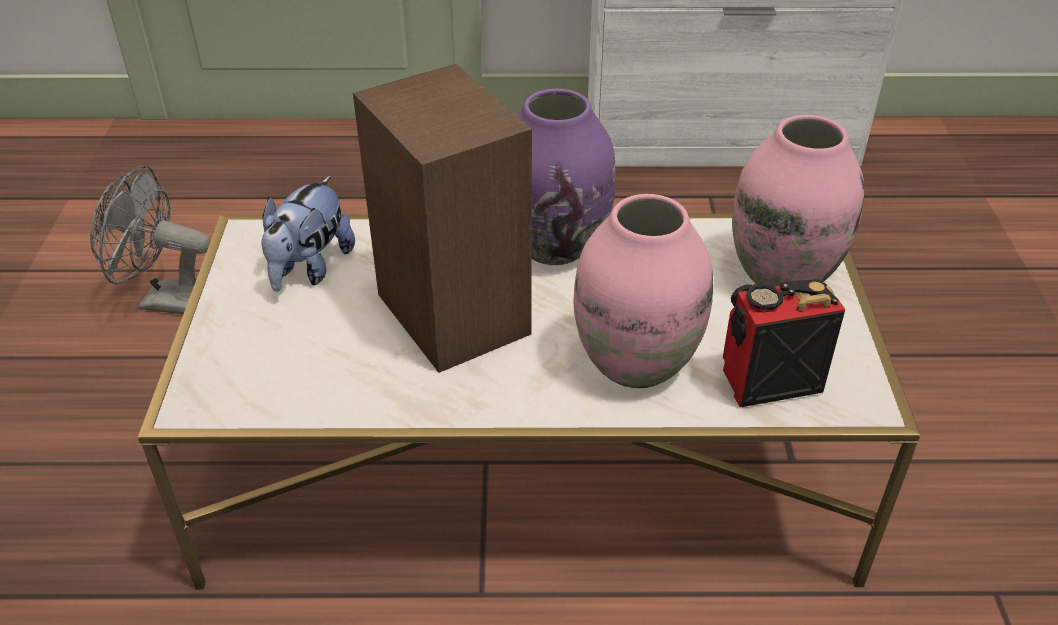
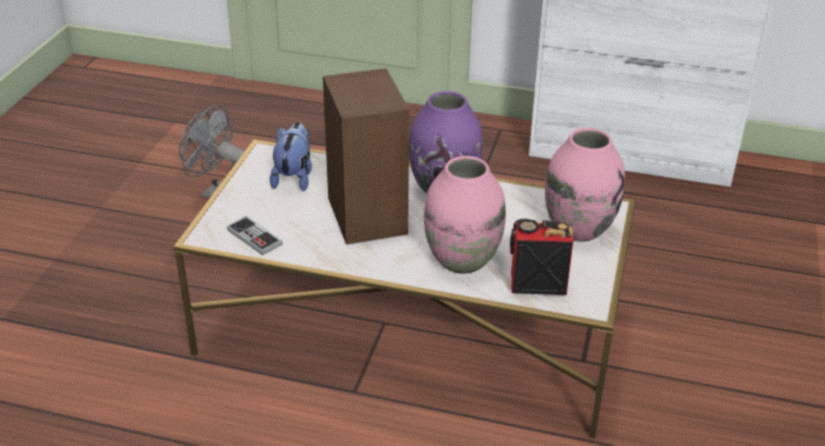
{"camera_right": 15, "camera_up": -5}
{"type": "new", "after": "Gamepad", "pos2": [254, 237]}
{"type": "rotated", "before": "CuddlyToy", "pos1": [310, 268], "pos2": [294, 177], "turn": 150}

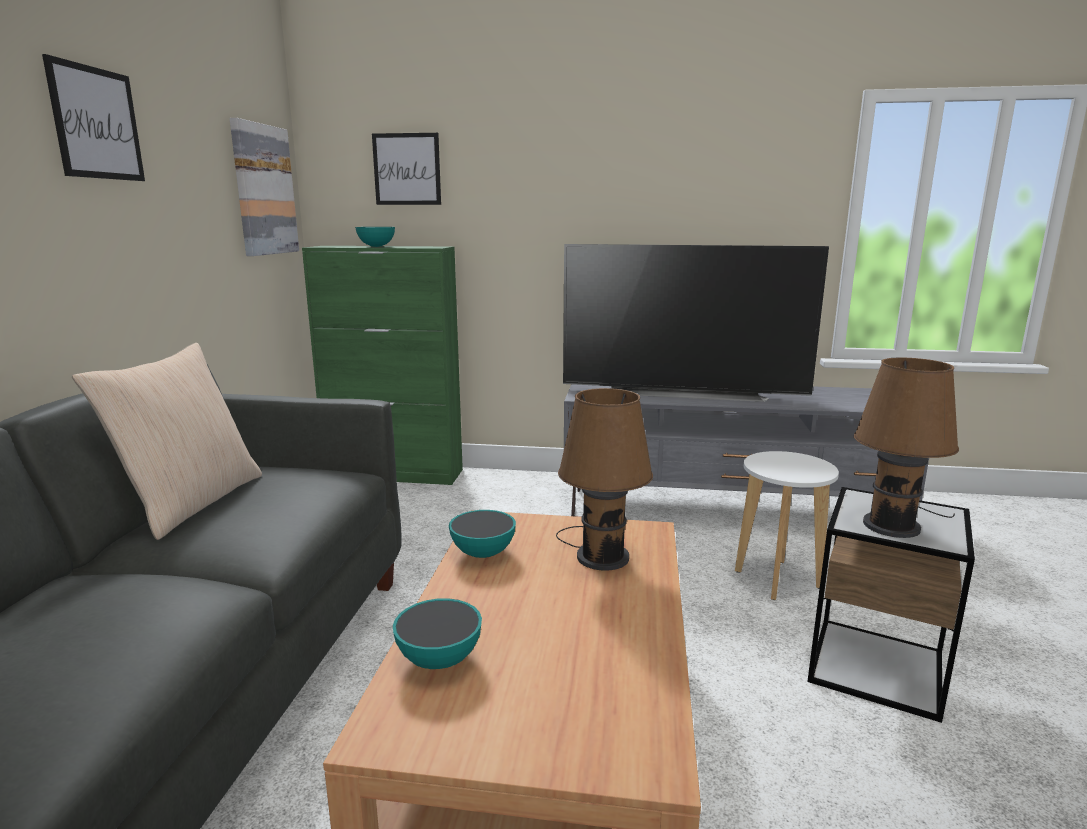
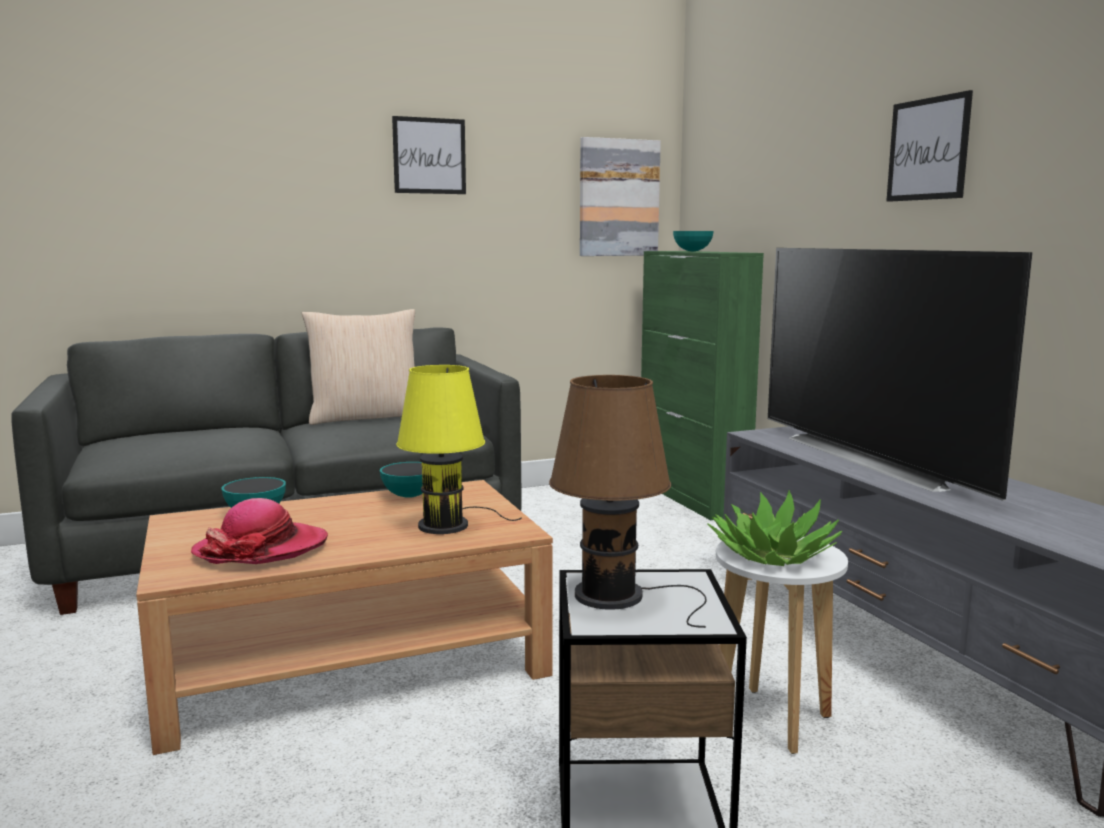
{"camera_right": 60, "camera_up": -5}
{"type": "new", "after": "WearableHat", "pos2": [261, 549]}
{"type": "new", "after": "Houseplant", "pos2": [772, 555]}
{"type": "shifted", "before": "WallArt", "pos1": [407, 169], "pos2": [928, 149]}
{"type": "repainted", "before": "BrownishLampForATable", "after": "YellowishLampForATable", "pos1": [600, 554], "pos2": [448, 524]}

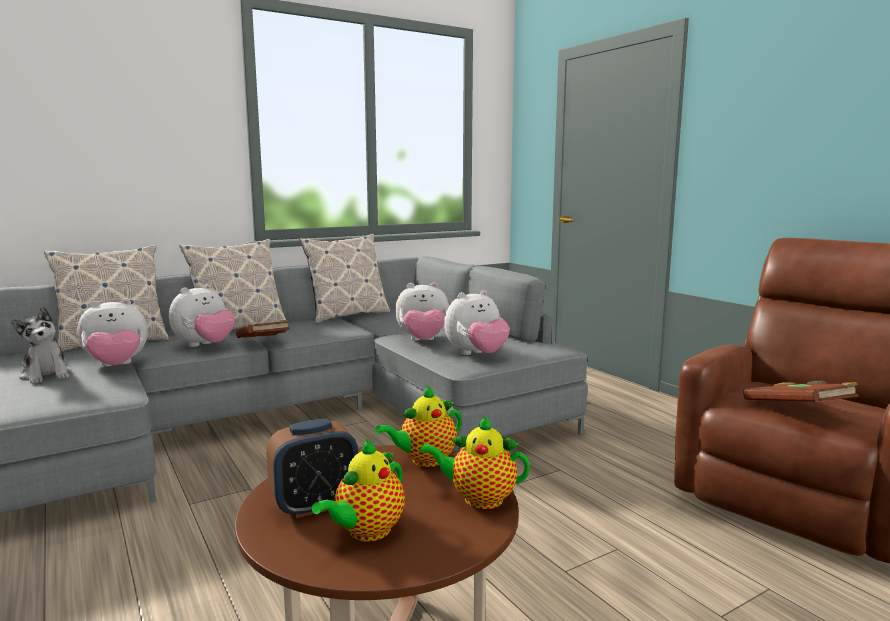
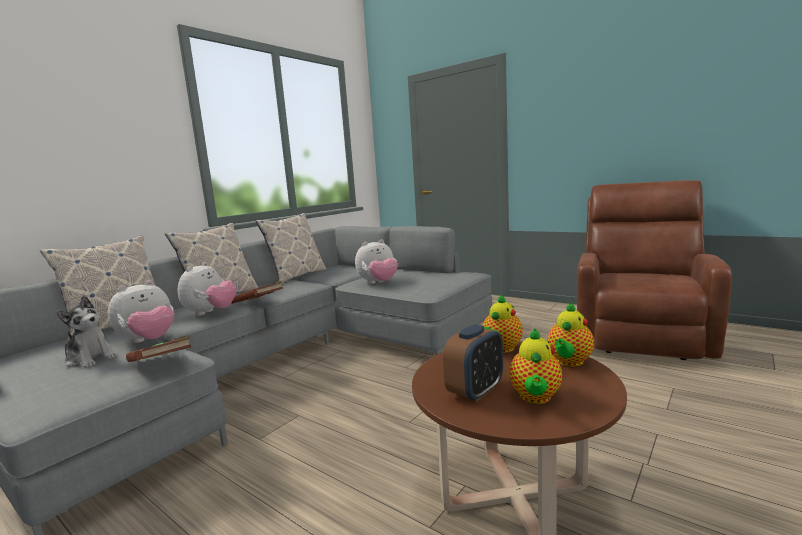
{"camera_right": -20, "camera_up": 0}
{"type": "gone", "before": "CuddlyToy", "pos1": [476, 355]}
{"type": "shifted", "before": "BrownishBook", "pos1": [797, 410], "pos2": [162, 364]}
{"type": "rotated", "before": "Teapot", "pos1": [478, 499], "pos2": [569, 362], "turn": -45}

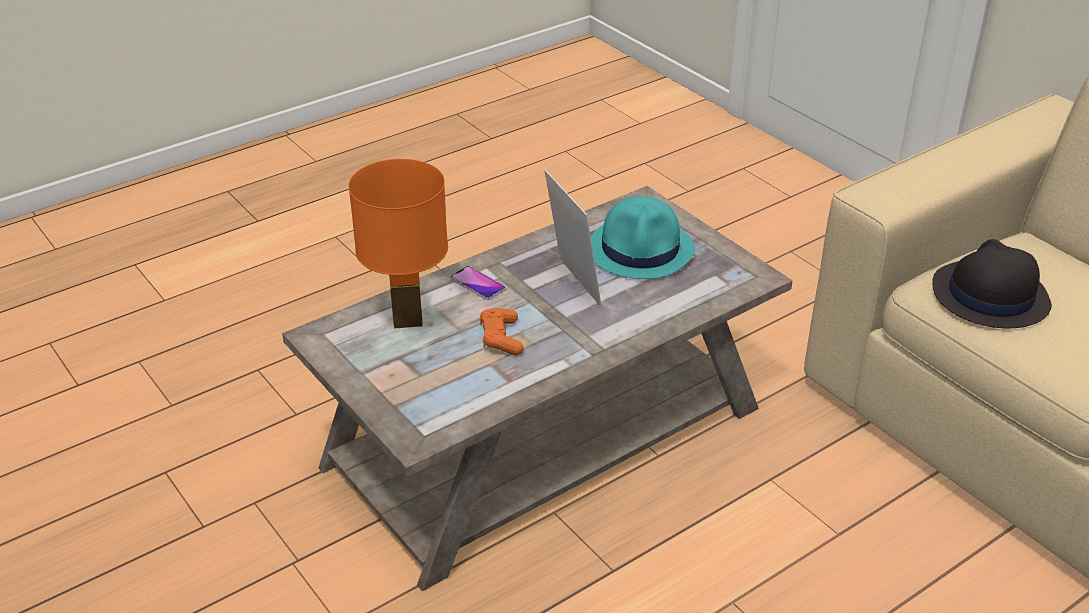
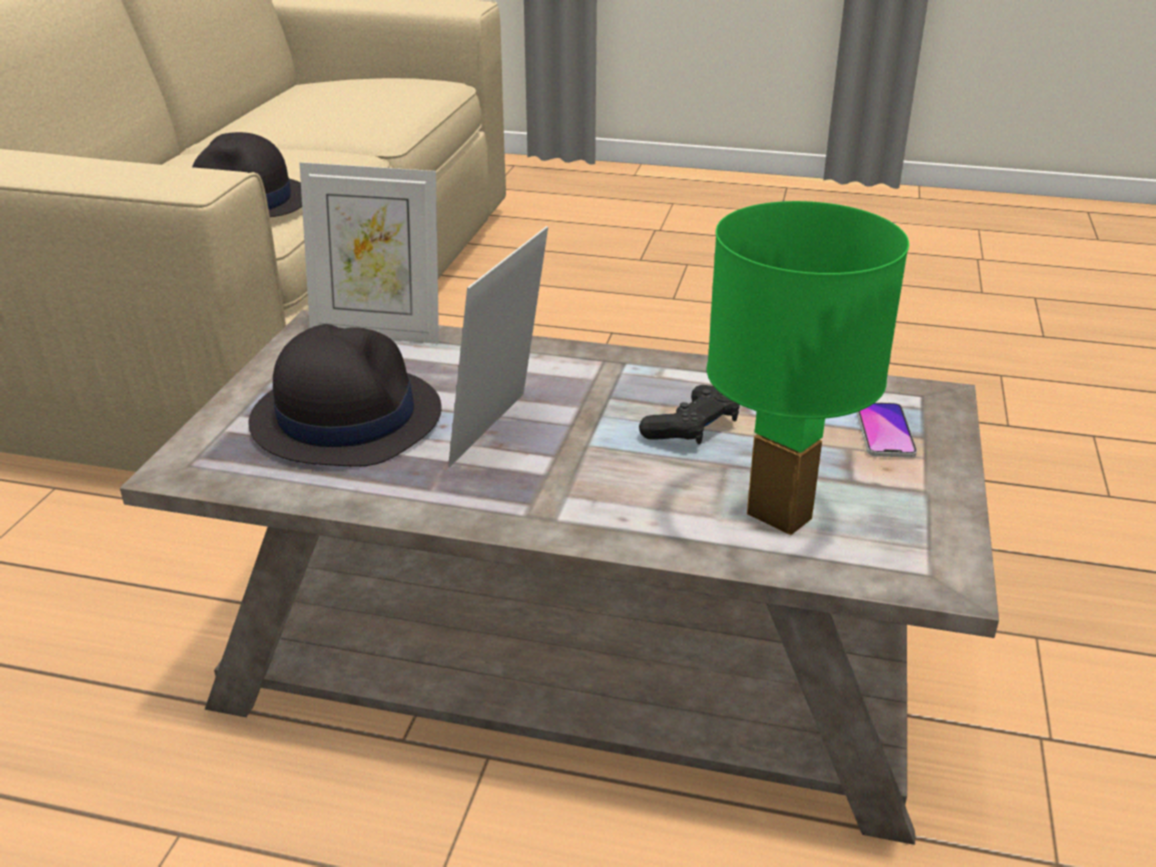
{"camera_right": -130, "camera_up": -5}
{"type": "new", "after": "PictureFrame", "pos2": [378, 331]}
{"type": "shifted", "before": "Telephone", "pos1": [477, 284], "pos2": [884, 431]}
{"type": "repainted", "before": "OrangeyLampForATable", "after": "GreenLampForATable", "pos1": [408, 320], "pos2": [777, 516]}
{"type": "repainted", "before": "OrangeyGamepad", "after": "BlackGamepad", "pos1": [501, 338], "pos2": [692, 428]}
{"type": "repainted", "before": "TurquoiseWearableHat", "after": "BlackWearableHat", "pos1": [641, 250], "pos2": [345, 417]}

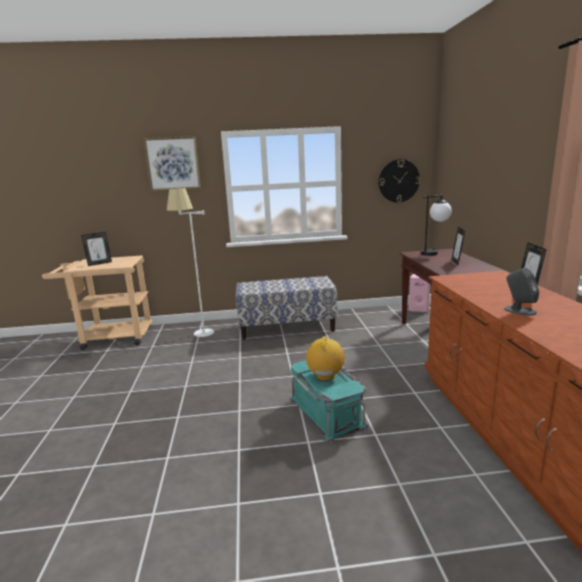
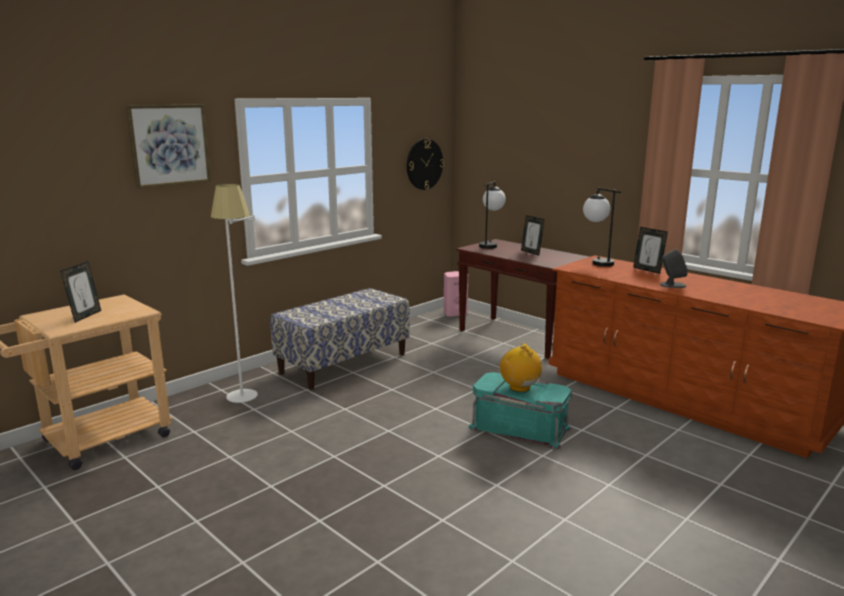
{"camera_right": -40, "camera_up": 0}
{"type": "new", "after": "LampForATable", "pos2": [596, 262]}

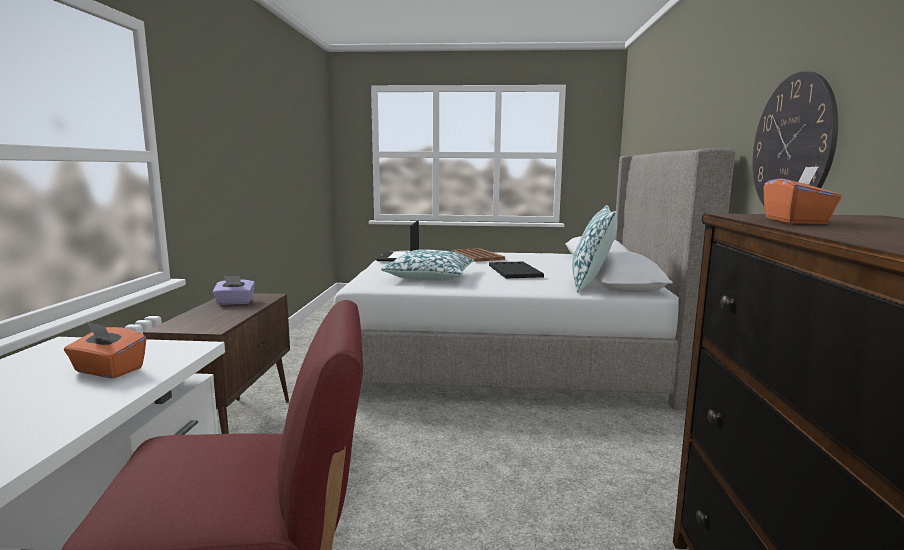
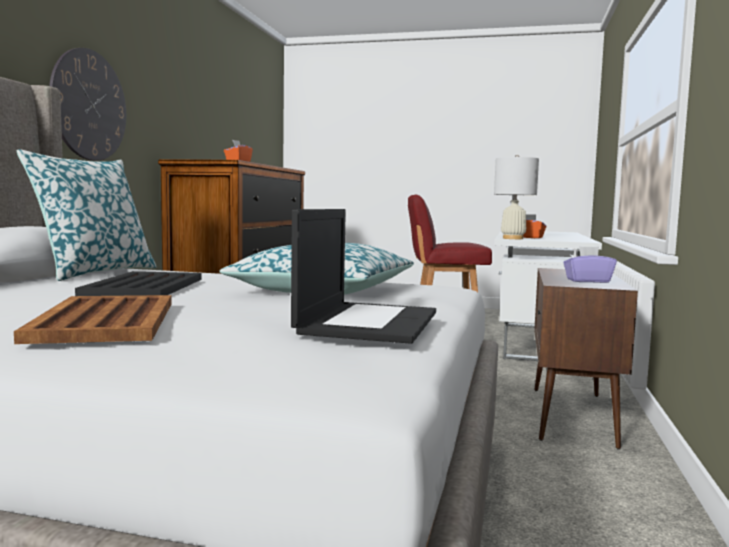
{"camera_right": -170, "camera_up": -5}
{"type": "new", "after": "WhiteColouredLampForATable", "pos2": [513, 238]}

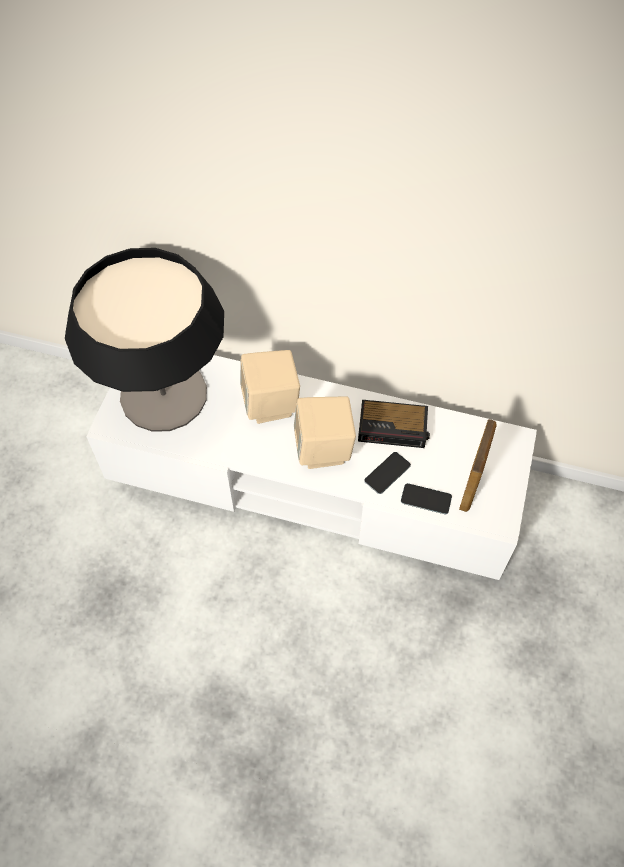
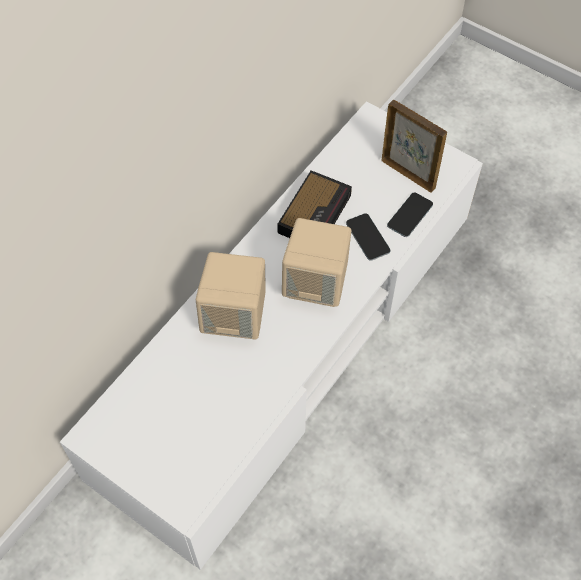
{"camera_right": -70, "camera_up": 0}
{"type": "gone", "before": "LampForATable", "pos1": [163, 394]}

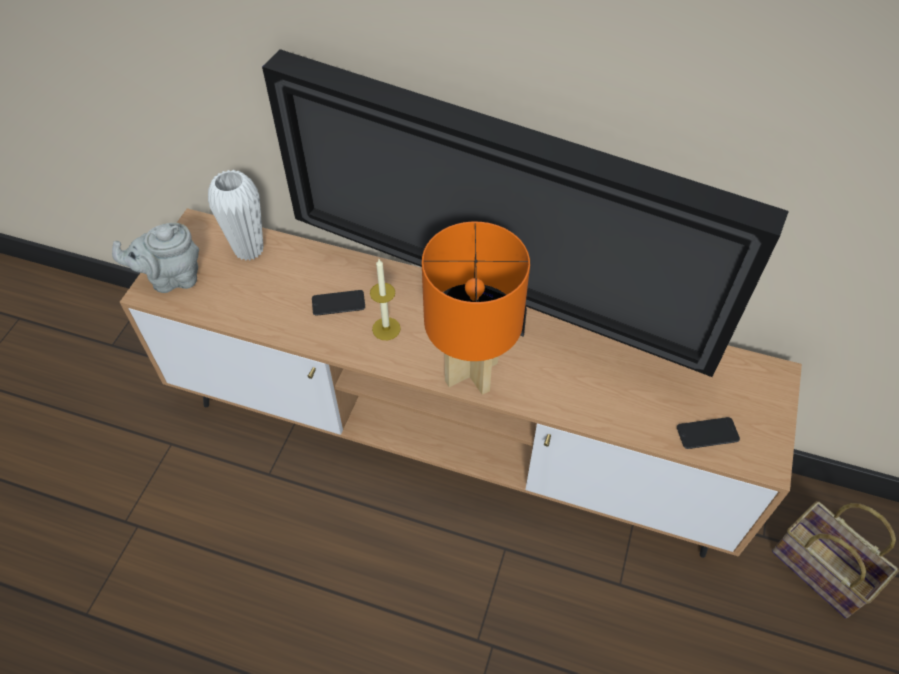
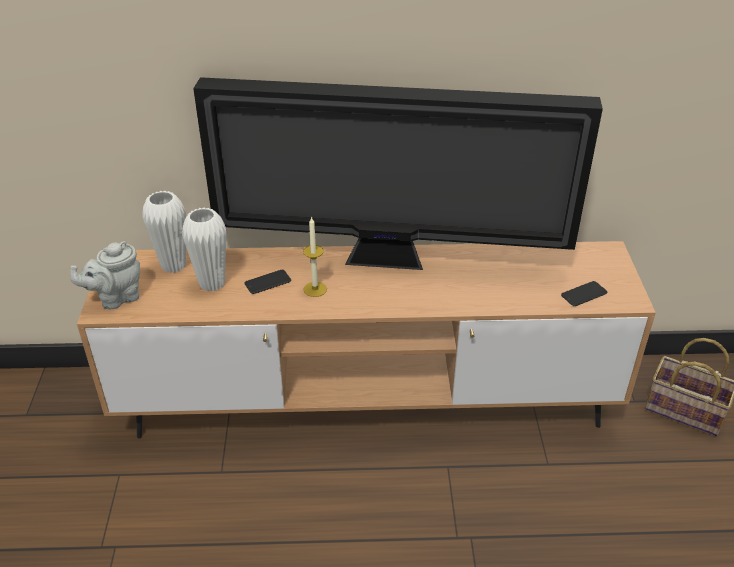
{"camera_right": -20, "camera_up": -15}
{"type": "gone", "before": "OrangeyLampForATable", "pos1": [472, 373]}
{"type": "new", "after": "WhiteColouredVase", "pos2": [212, 283]}

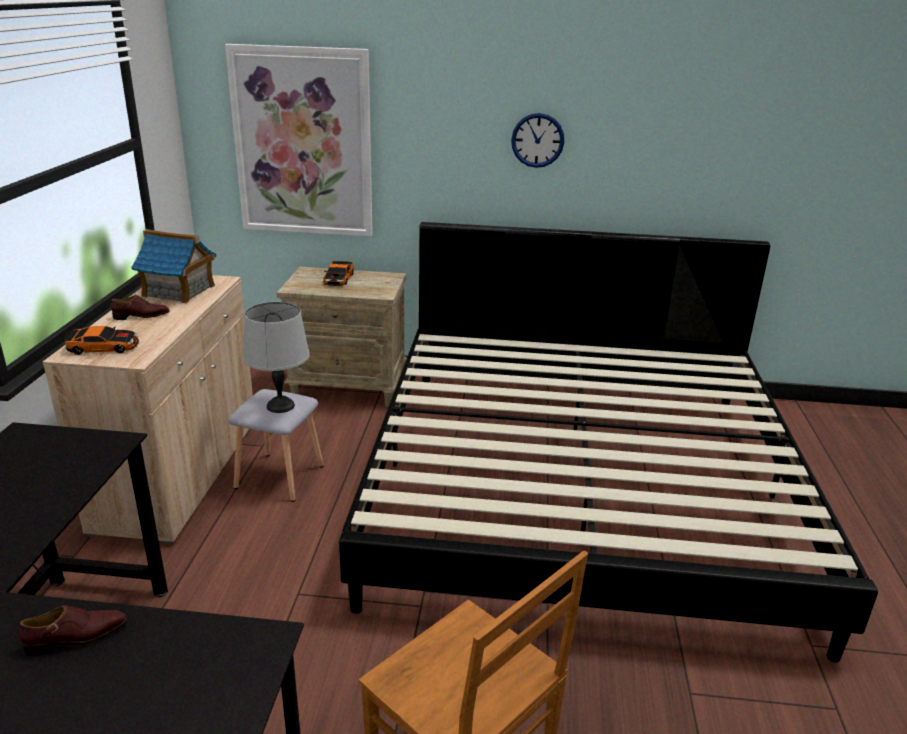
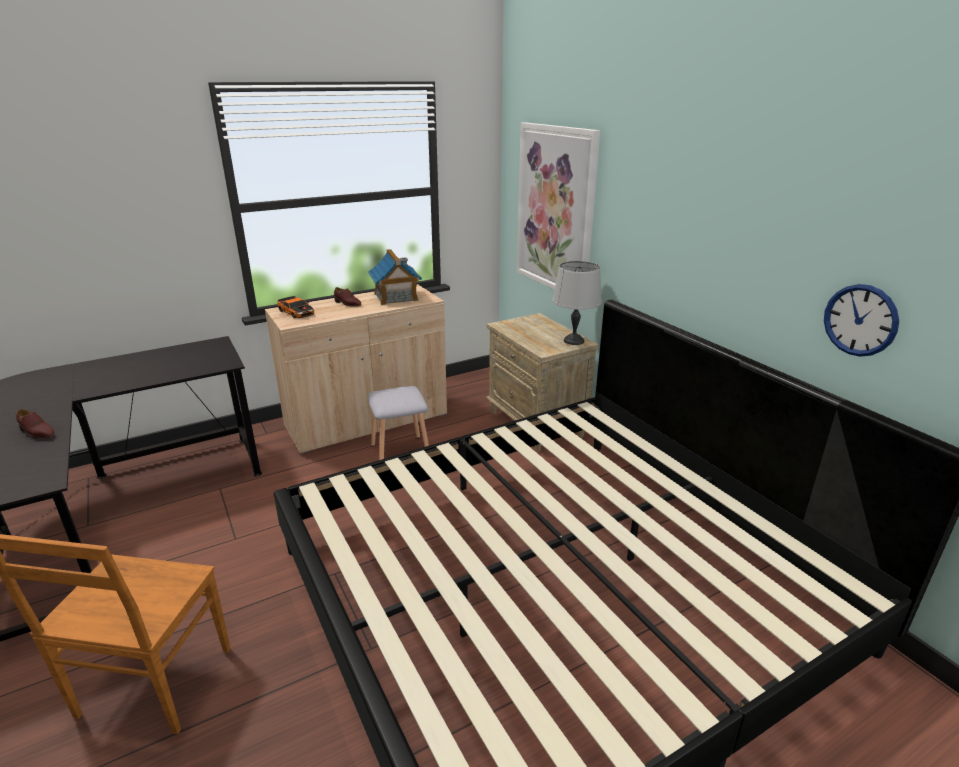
{"camera_right": 55, "camera_up": 0}
{"type": "gone", "before": "ToyCar", "pos1": [339, 279]}
{"type": "shifted", "before": "GrayLampForATable", "pos1": [280, 406], "pos2": [573, 341]}
{"type": "shifted", "before": "ClockOnTheWall", "pos1": [537, 140], "pos2": [860, 320]}

